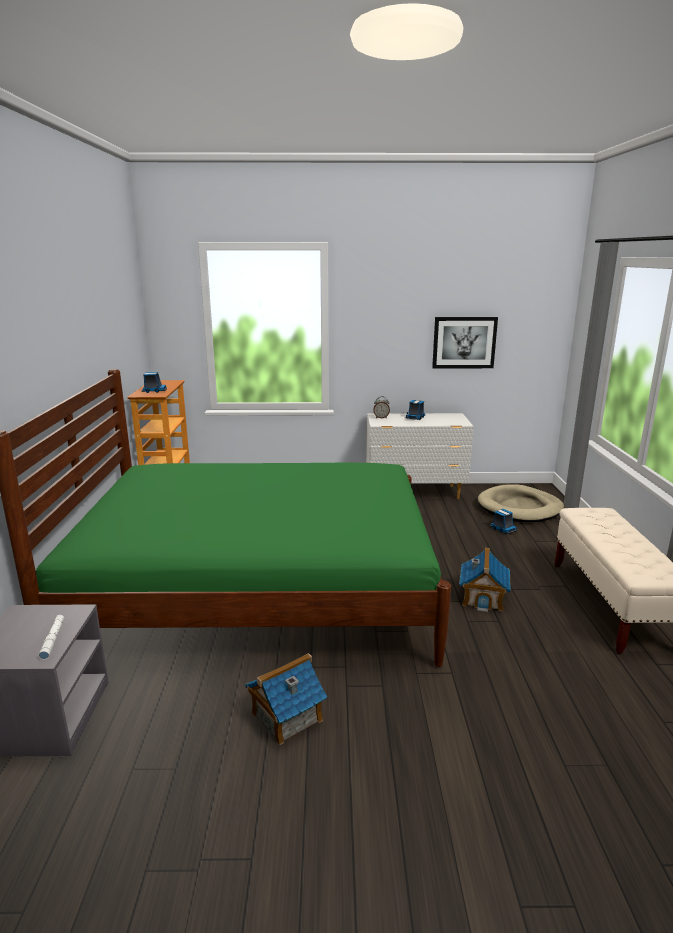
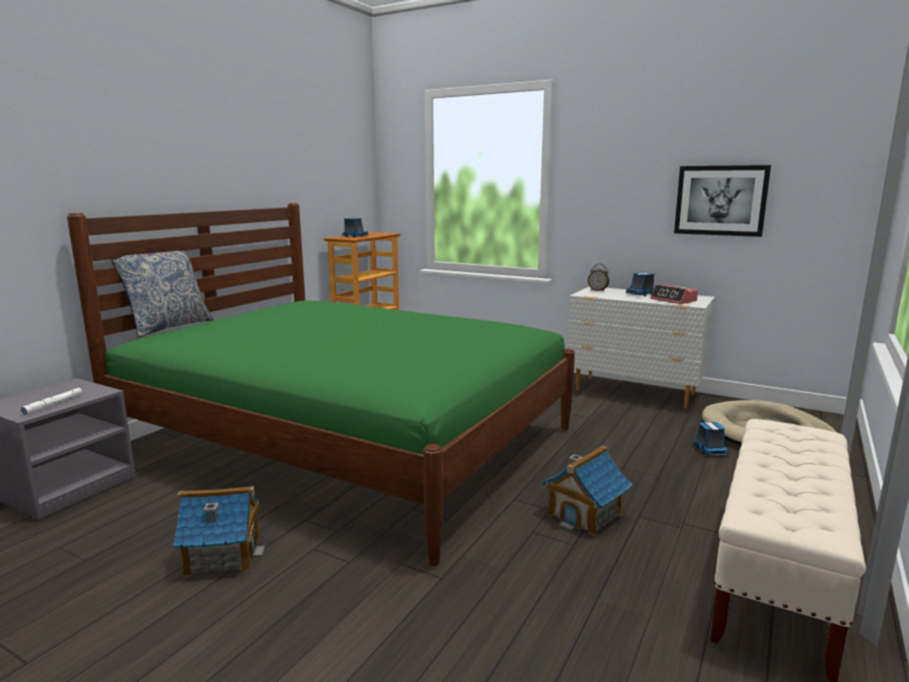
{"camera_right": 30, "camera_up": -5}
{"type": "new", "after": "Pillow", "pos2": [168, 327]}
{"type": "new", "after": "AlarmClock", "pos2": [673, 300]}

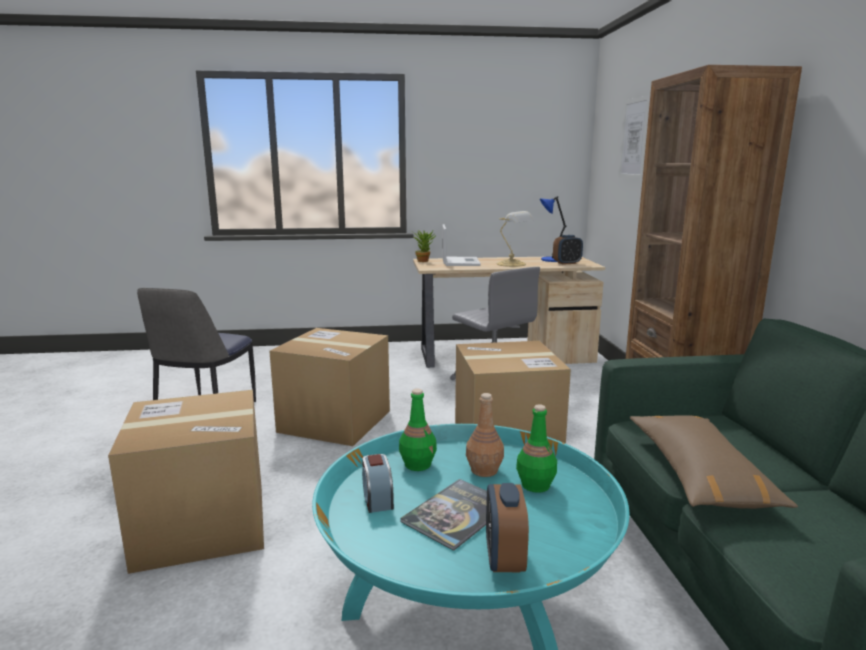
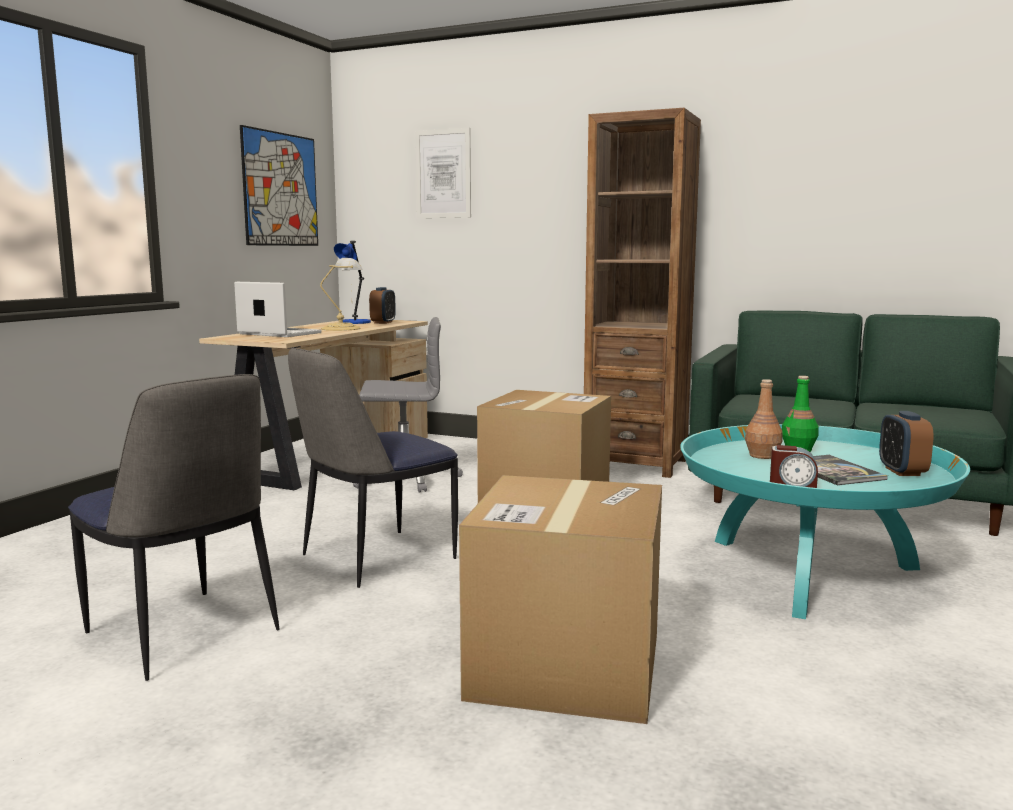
{"camera_right": -60, "camera_up": -5}
{"type": "gone", "before": "GreenDrinkBottle", "pos1": [418, 464]}
{"type": "gone", "before": "Houseplant", "pos1": [424, 261]}
{"type": "gone", "before": "BrownishPillow", "pos1": [698, 474]}
{"type": "new", "after": "WallArt", "pos2": [280, 189]}
{"type": "swapped", "before": "Carton", "after": "Chair", "pos1": [335, 421], "pos2": [374, 558]}
{"type": "rotated", "before": "AlarmClock", "pos1": [504, 558], "pos2": [902, 471], "turn": 60}

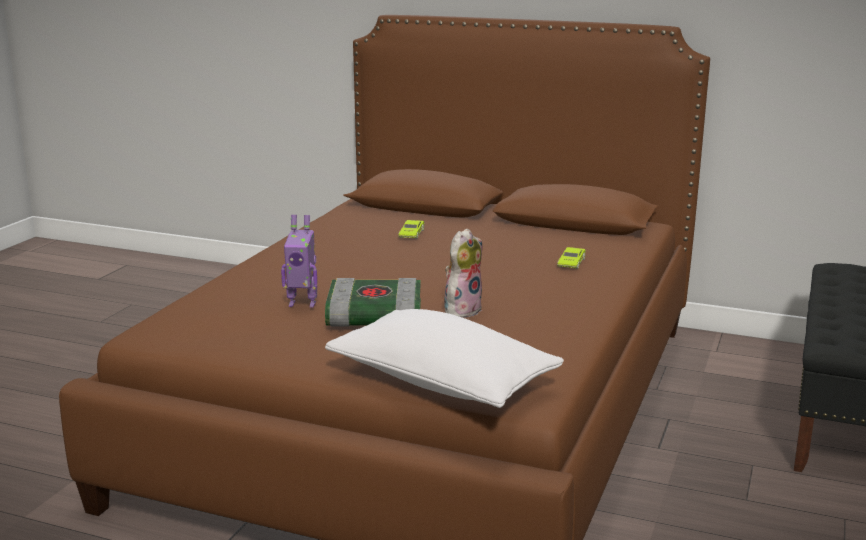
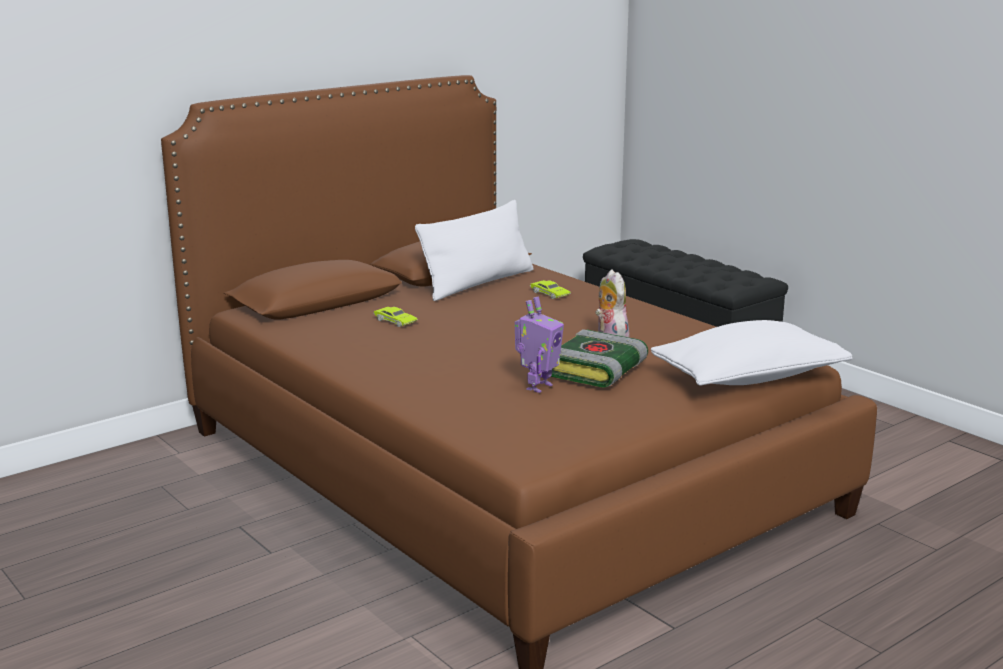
{"camera_right": -60, "camera_up": 0}
{"type": "new", "after": "WhiteColouredPillow", "pos2": [478, 283]}

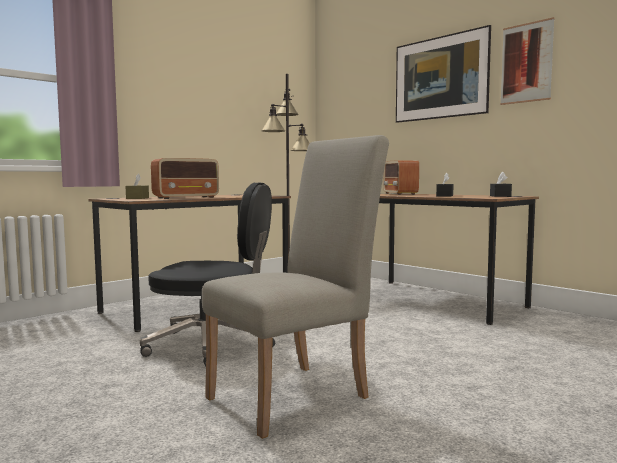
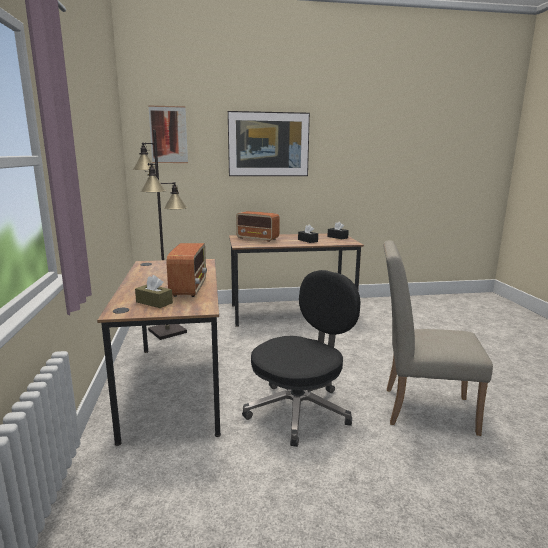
{"camera_right": -55, "camera_up": 10}
{"type": "shifted", "before": "WallArt", "pos1": [526, 63], "pos2": [168, 135]}
{"type": "rotated", "before": "BeigeColouredChair", "pos1": [298, 394], "pos2": [420, 408], "turn": -75}

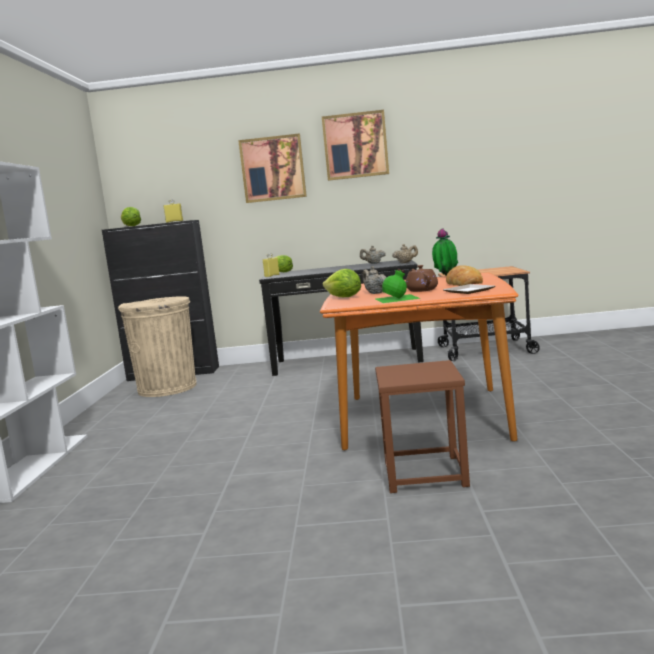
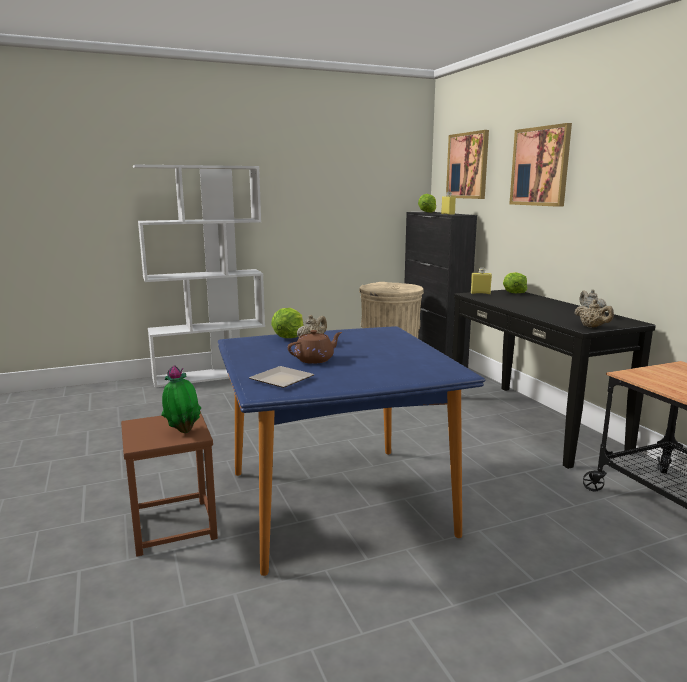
{"camera_right": 65, "camera_up": 5}
{"type": "gone", "before": "GreenDrinkBottle", "pos1": [397, 298]}
{"type": "gone", "before": "BakeryBread", "pos1": [464, 283]}
{"type": "shifted", "before": "WallArt", "pos1": [355, 145], "pos2": [468, 165]}
{"type": "shifted", "before": "Houseplant", "pos1": [446, 277], "pos2": [183, 431]}
{"type": "repainted", "before": "OrangeyDinnerTable", "after": "BlueColouredDinnerTable", "pos1": [424, 418], "pos2": [336, 503]}

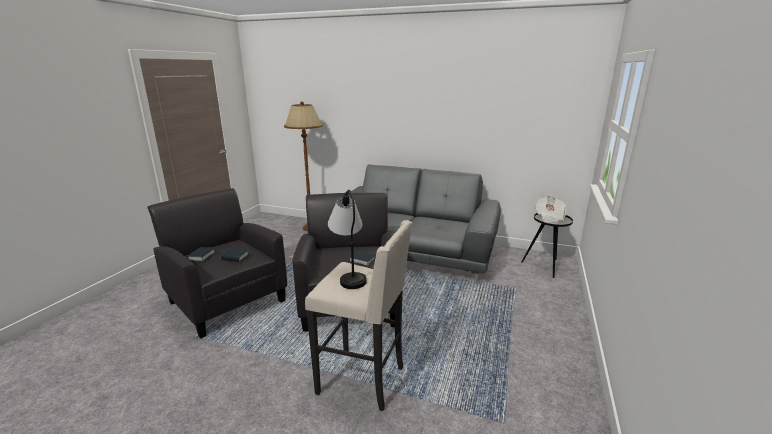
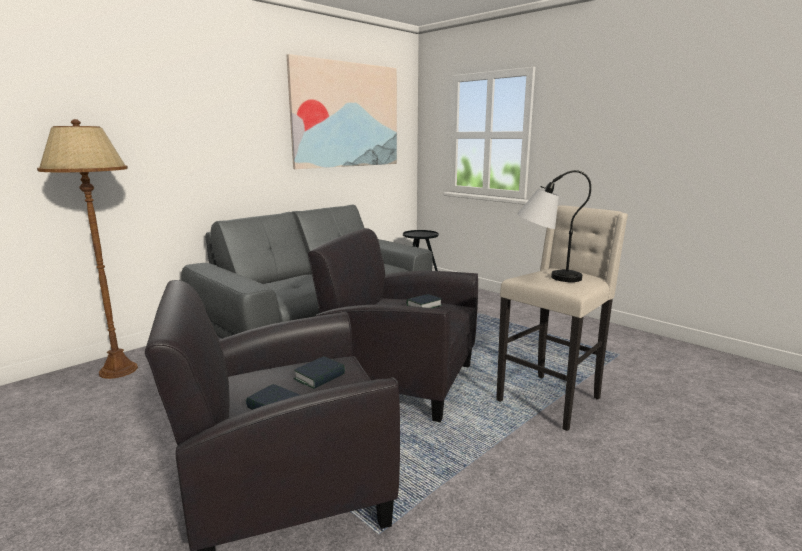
{"camera_right": -65, "camera_up": -5}
{"type": "gone", "before": "Newspaper", "pos1": [549, 217]}
{"type": "new", "after": "WallArt", "pos2": [346, 115]}

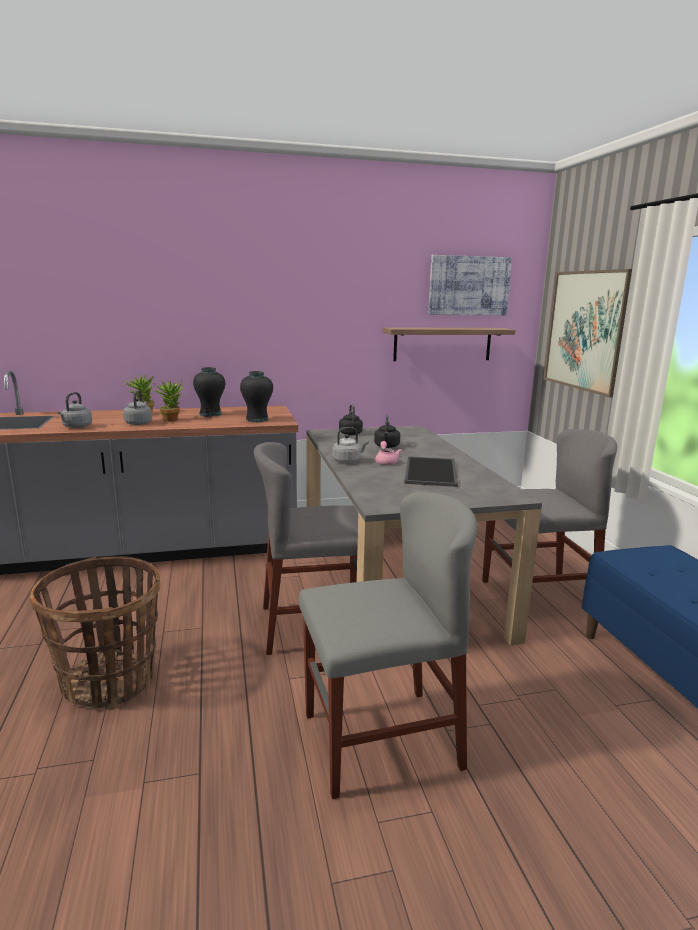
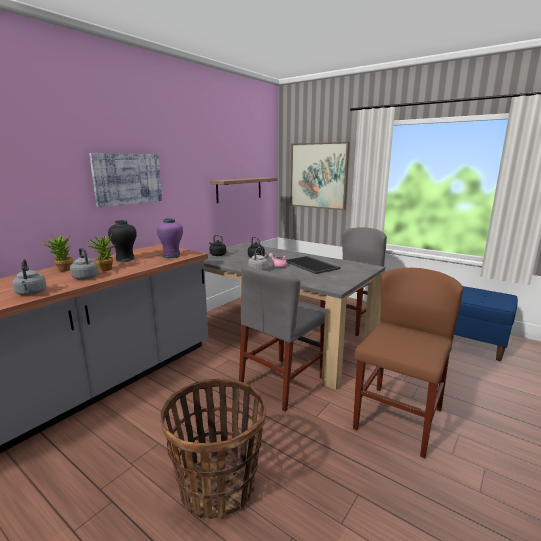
{"camera_right": -40, "camera_up": 0}
{"type": "shifted", "before": "WallArt", "pos1": [469, 286], "pos2": [128, 179]}
{"type": "repainted", "before": "BlackVase", "after": "PurplishVase", "pos1": [257, 419], "pos2": [171, 256]}
{"type": "repainted", "before": "GrayChair", "after": "BrownishChair", "pos1": [380, 740], "pos2": [398, 419]}

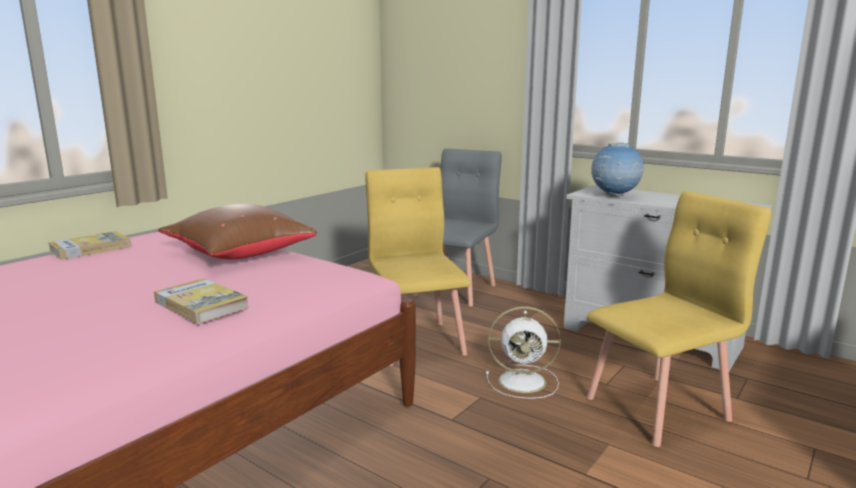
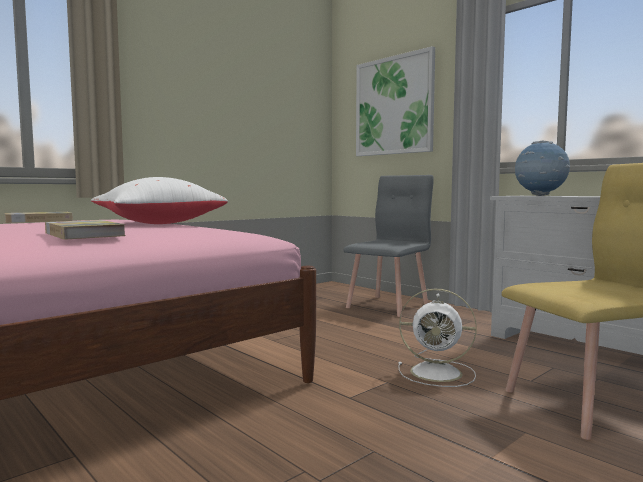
{"camera_right": 10, "camera_up": -10}
{"type": "gone", "before": "YellowishChair", "pos1": [417, 342]}
{"type": "new", "after": "WallArt", "pos2": [394, 106]}
{"type": "repainted", "before": "BrownishPillow", "after": "WhiteColouredPillow", "pos1": [238, 255], "pos2": [157, 224]}

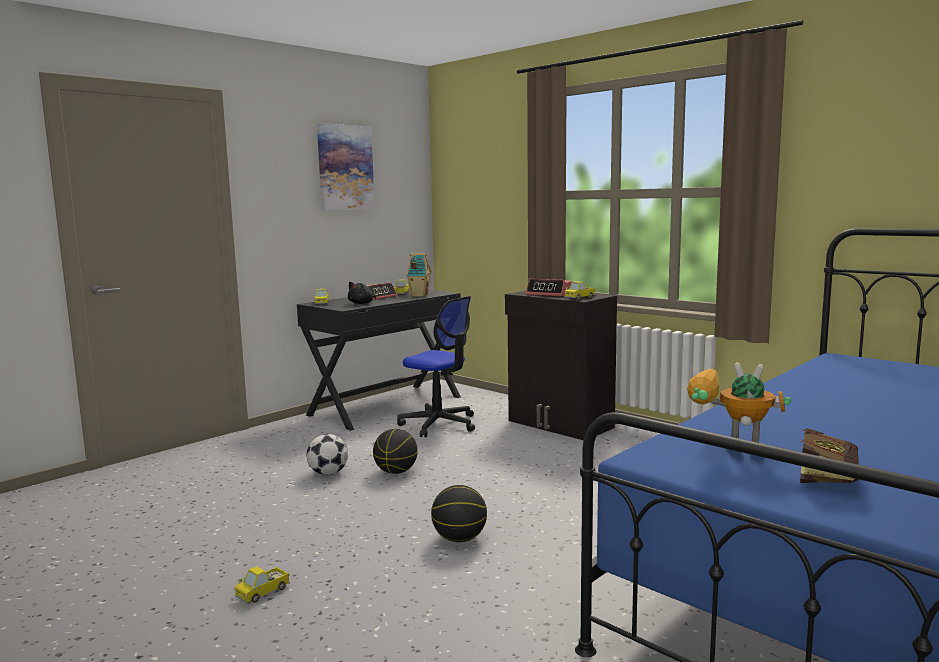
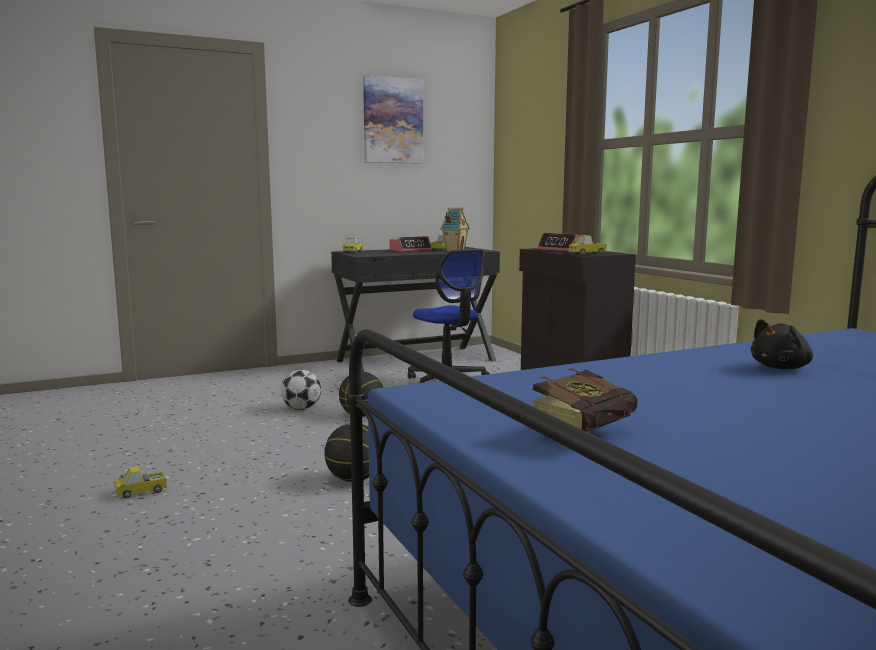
{"camera_right": 20, "camera_up": 0}
{"type": "gone", "before": "ToyRobot", "pos1": [726, 453]}
{"type": "shifted", "before": "BlackCuddlyToy", "pos1": [362, 303], "pos2": [782, 368]}

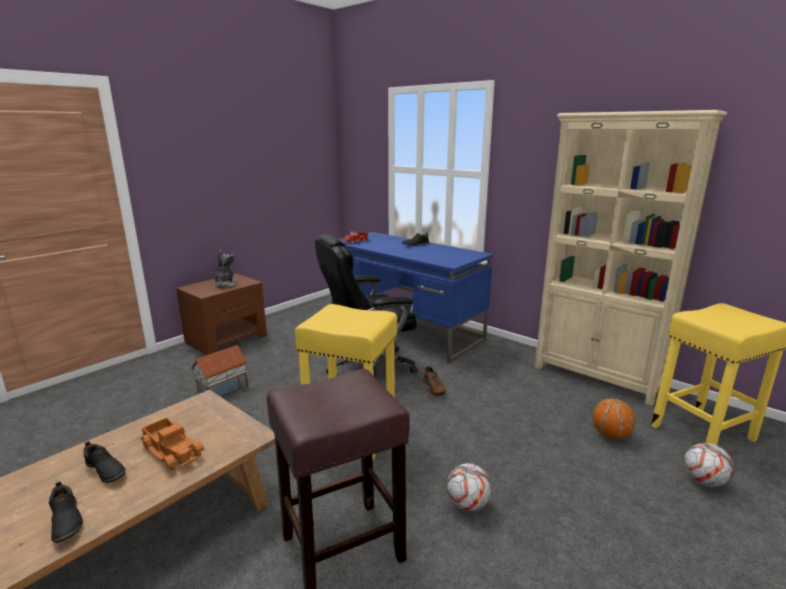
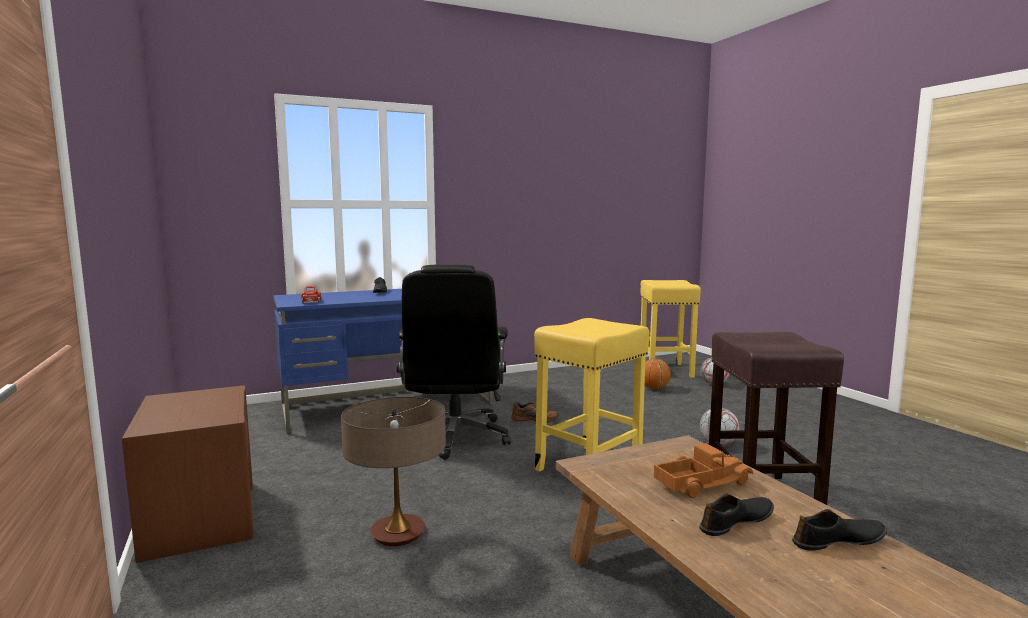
{"camera_right": -65, "camera_up": -10}
{"type": "gone", "before": "CuddlyToy", "pos1": [225, 284]}
{"type": "gone", "before": "BeigeColouredShelvingUnit", "pos1": [597, 377]}
{"type": "swapped", "before": "ModelHouse", "after": "LampForATable", "pos1": [223, 389], "pos2": [398, 533]}

